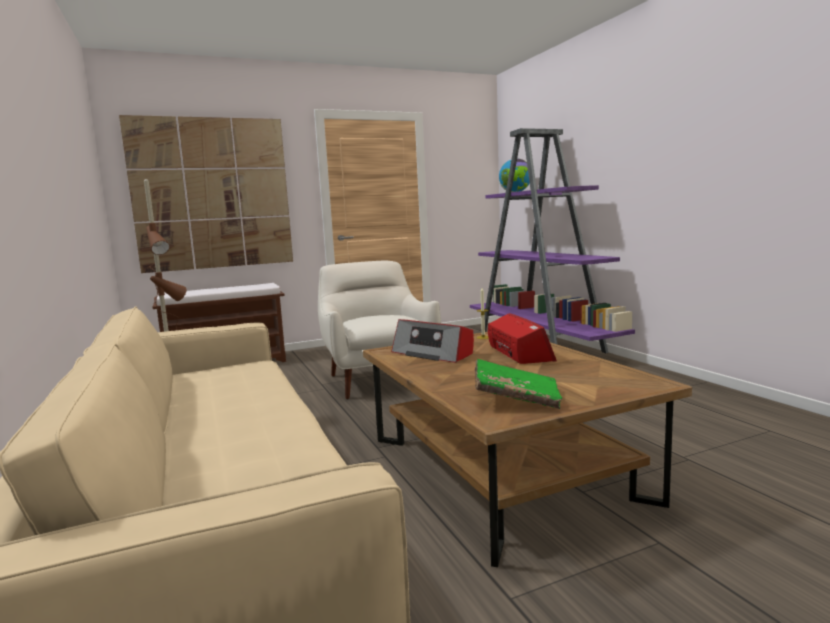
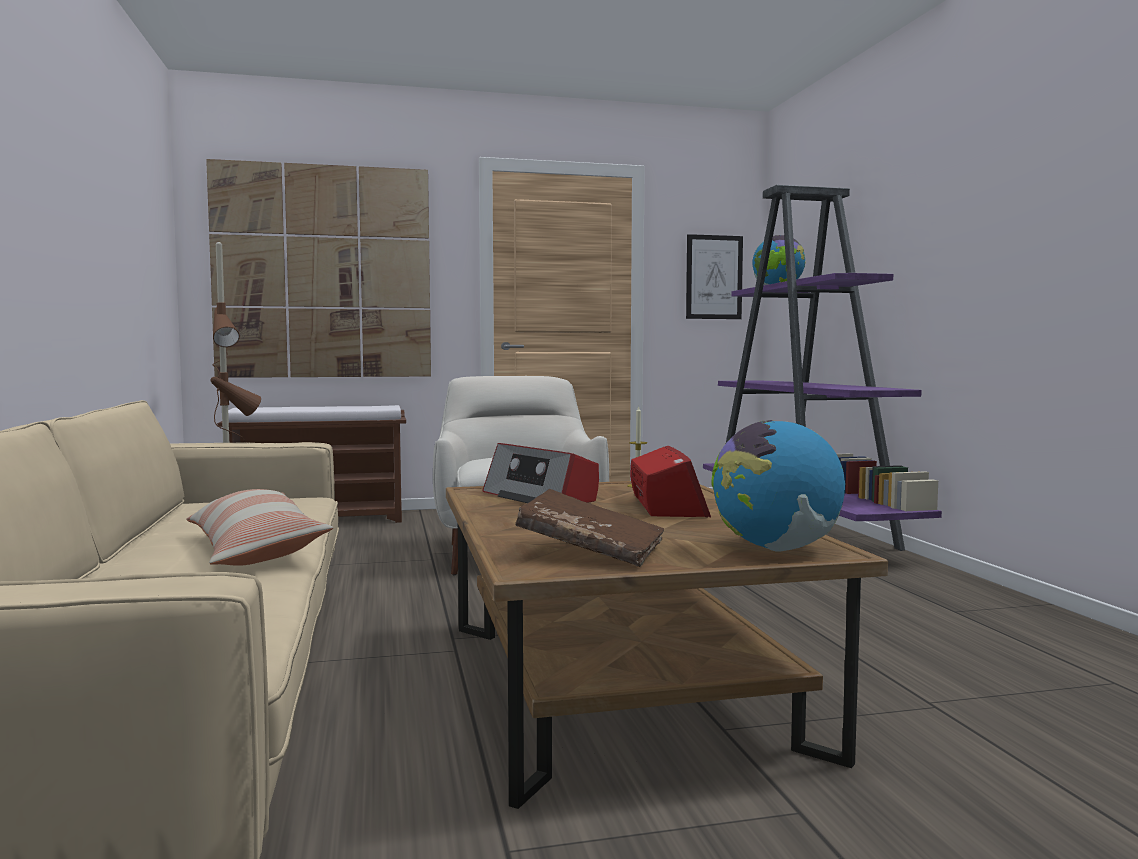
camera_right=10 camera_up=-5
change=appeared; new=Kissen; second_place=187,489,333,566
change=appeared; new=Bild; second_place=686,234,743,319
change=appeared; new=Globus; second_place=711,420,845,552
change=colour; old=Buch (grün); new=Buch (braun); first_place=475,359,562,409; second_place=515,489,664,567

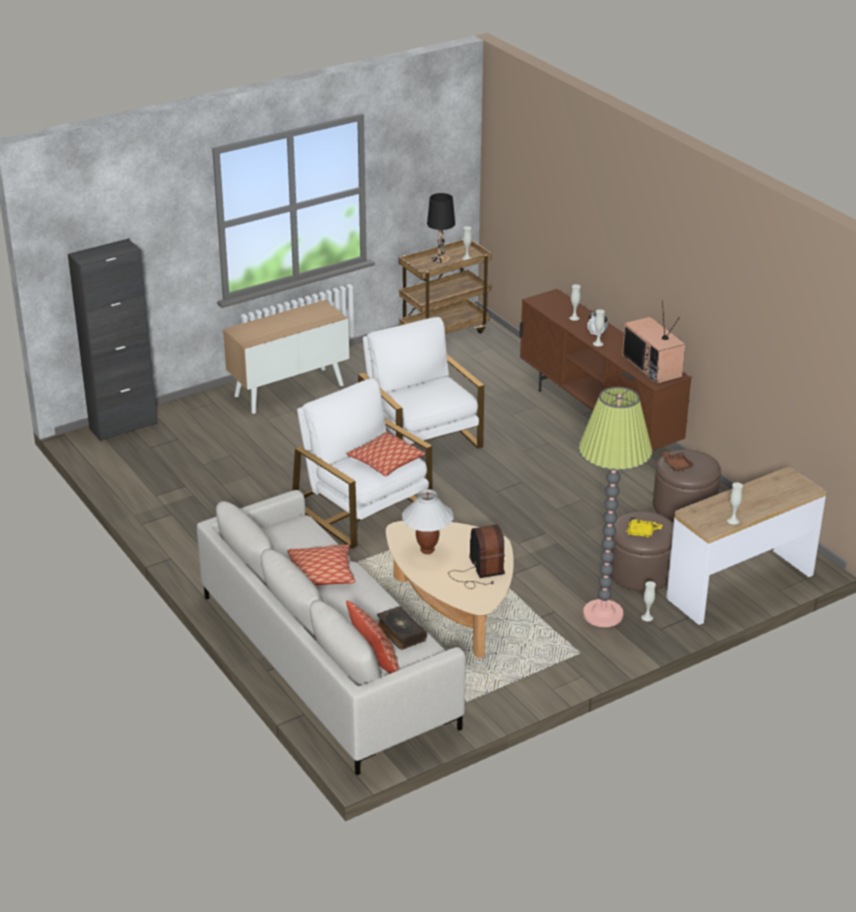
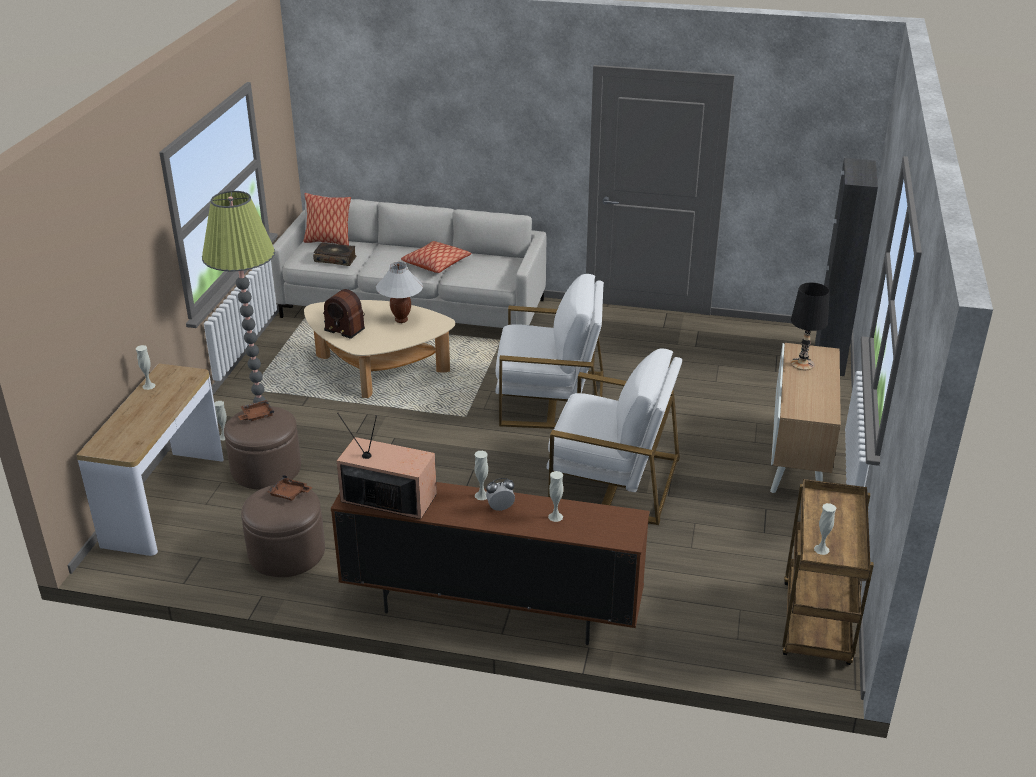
camera_right=135 camera_up=0
change=missing; old=Kissen; first_place=347,432,425,477
change=relocated; old=Tischlampe (schwarz); first_place=427,193,455,263; second_place=791,283,830,370
change=colour; old=Tablett (gelb); new=Tablett (braun); first_place=626,517,662,538; second_place=238,400,274,421

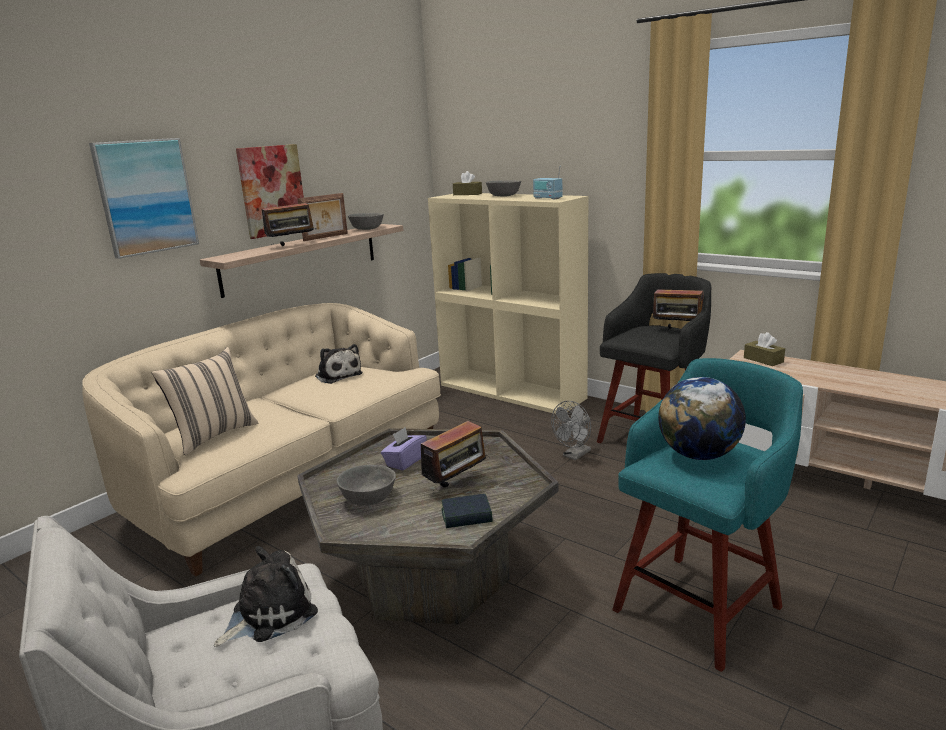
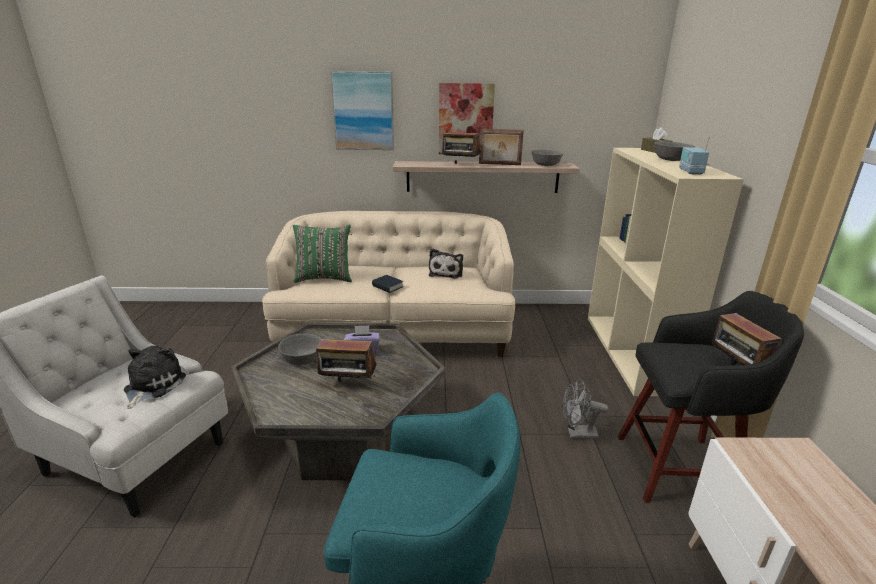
camera_right=50 camera_up=5
change=missing; old=Globus; first_place=658,377,746,460
change=missing; old=Taschentuchbox (braun); first_place=744,332,785,366
change=relocated; old=Buch; first_place=442,494,493,528; second_place=372,275,403,293
change=colour; old=Kissen (beige); new=Kissen (grün); first_place=152,347,258,455; second_place=293,224,352,283
change=spun; old=Plüschtier; first_place=214,546,318,647; second_place=124,346,186,409; degrees=-90

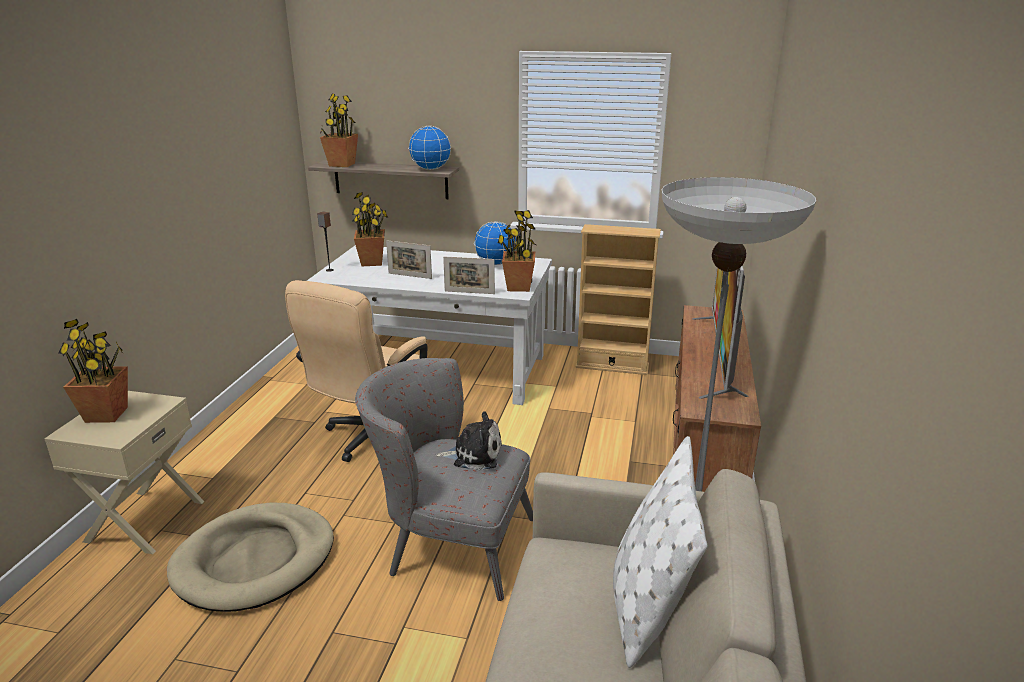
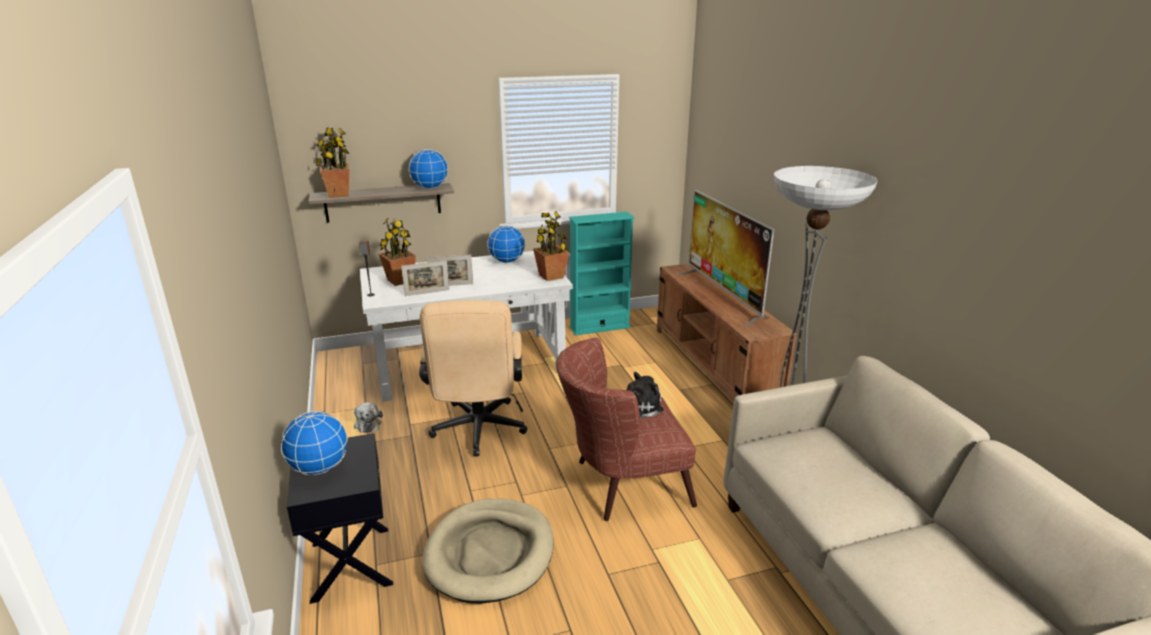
camera_right=-30 camera_up=0
change=missing; old=Kissen (weiß); first_place=613,436,707,668
change=appeared; new=Plüschtier; second_place=354,402,383,433
change=relocated; old=Bilderrahmen; first_place=443,257,495,294; second_place=401,260,449,296
change=exchanged; old=Topfpflanze; new=Globus; first_place=58,319,128,423; second_place=281,411,348,475
change=colour; old=Nachttisch (beige); new=Nachttisch (schwarz); first_place=44,391,204,554; second_place=287,433,393,604
change=colour; old=Sessel (grau); new=Sessel (braun); first_place=355,358,533,601; second_place=556,338,697,521
change=colour; old=Bücherregal (beige); new=Bücherregal (türkis); first_place=575,224,661,375; second_place=569,212,635,335

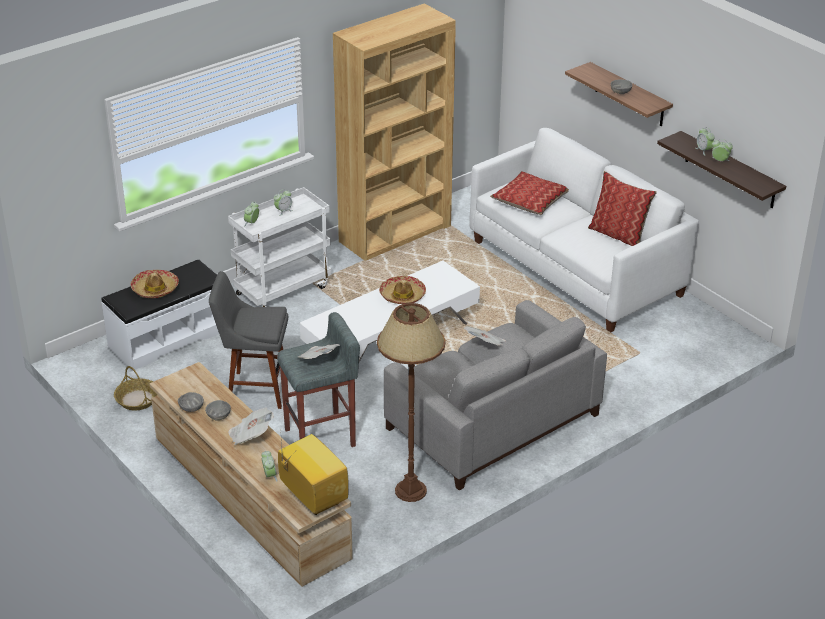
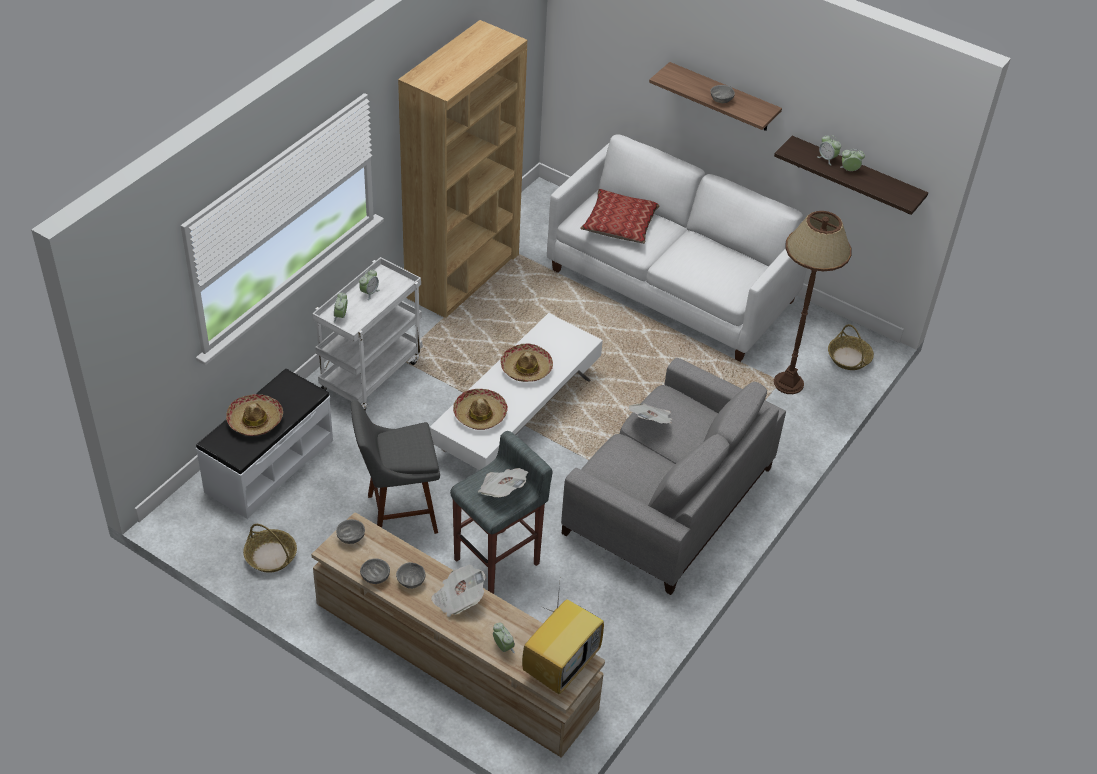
camera_right=-20 camera_up=10
change=missing; old=Kissen; first_place=588,171,657,246
change=appeared; new=Schüssel (grau); second_place=336,519,365,544
change=appeared; new=Hut; second_place=453,389,508,430
change=appeared; new=Korb; second_place=828,324,874,370
change=relocated; old=Stehlampe (braun); first_place=377,303,446,502; second_place=774,211,852,394
change=spun; old=Fernseher; first_place=278,427,349,515; second_place=522,584,604,694; degrees=90

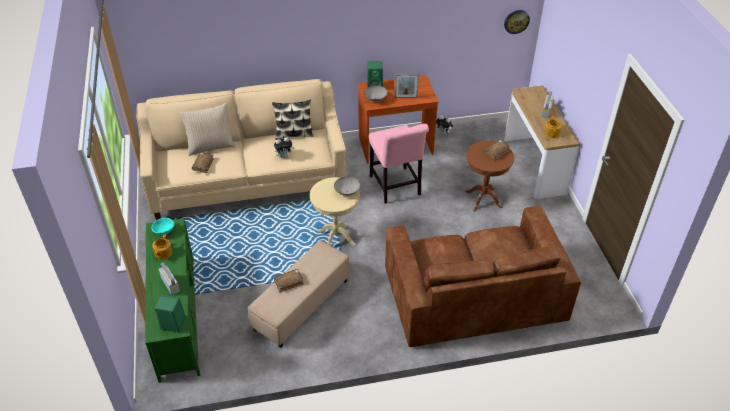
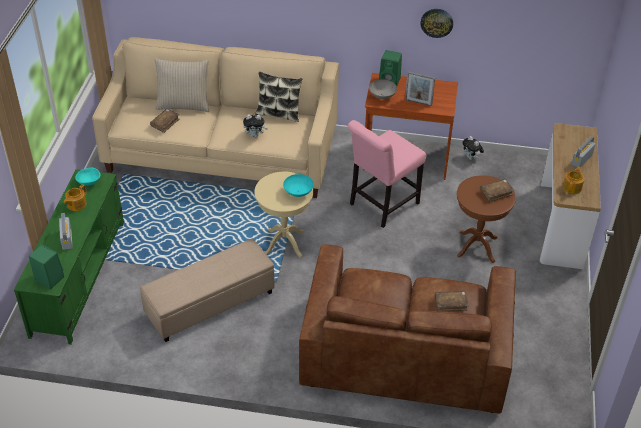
camera_right=20 camera_up=0
change=relocated; old=Buch (braun); first_place=274,269,304,292; second_place=435,291,469,312
change=relocated; old=Wanduhr; first_place=504,10,530,34; second_place=421,9,453,38
change=colour; old=Schüssel (grau); new=Schüssel (türkis); first_place=334,177,360,196; second_place=283,174,314,197
change=spun; old=Stuhl (rosa); first_place=369,124,429,204; second_place=348,120,426,228; degrees=45

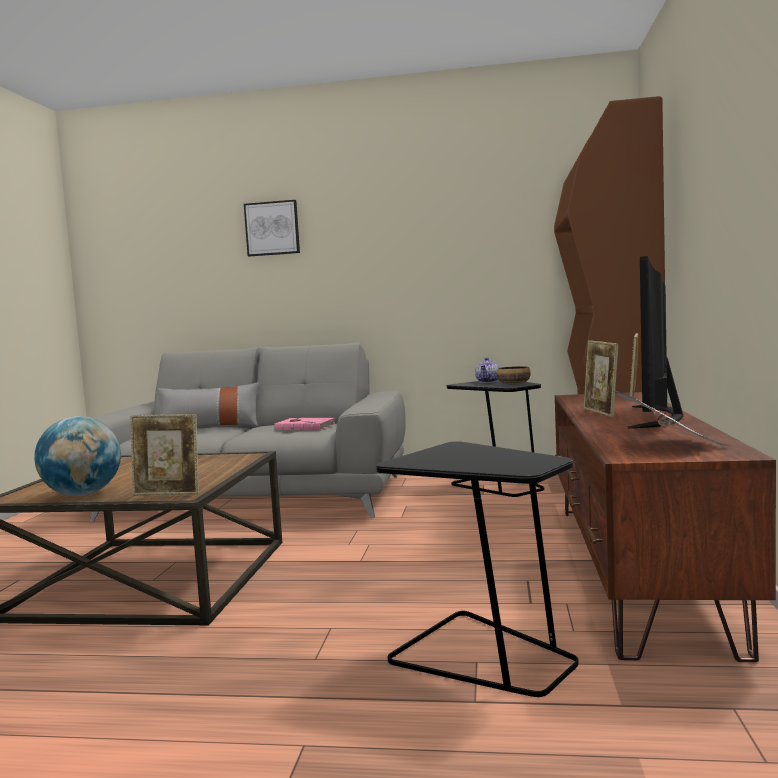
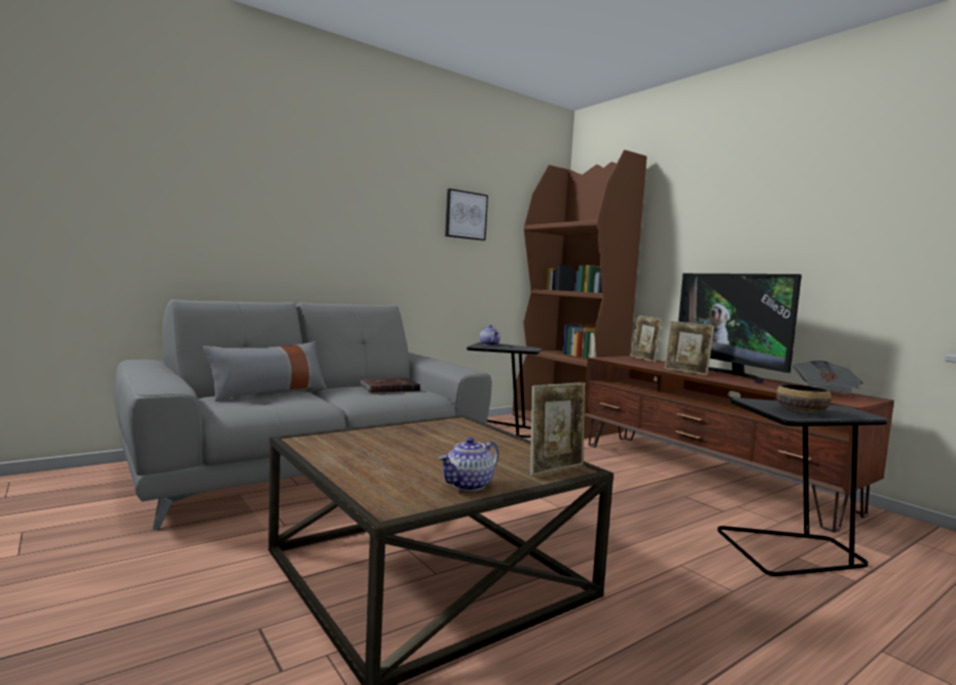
camera_right=-45 camera_up=0
change=relocated; old=Bild; first_place=244,200,300,257; second_place=445,188,488,241
change=relocated; old=Schüssel; first_place=497,366,531,385; second_place=776,384,831,413
change=exchanged; old=Globus; new=Teekanne; first_place=34,416,121,496; second_place=439,437,499,491
change=colour; old=Buch (rosa); new=Buch (braun); first_place=274,418,335,430; second_place=360,378,420,393

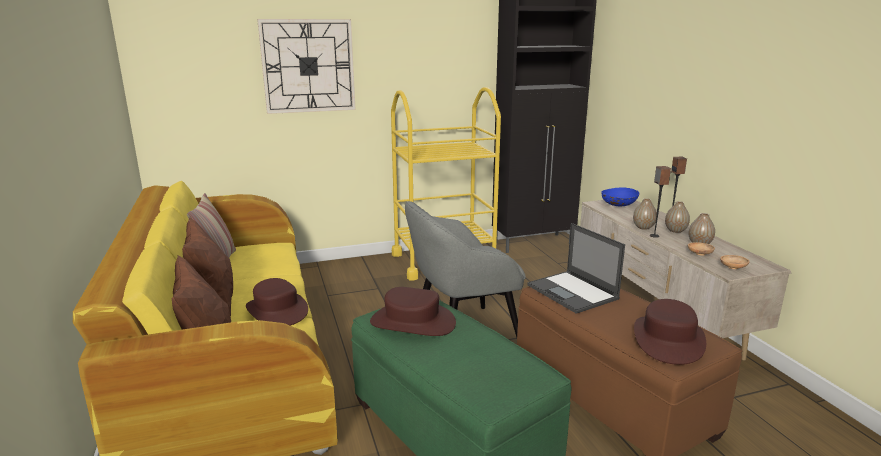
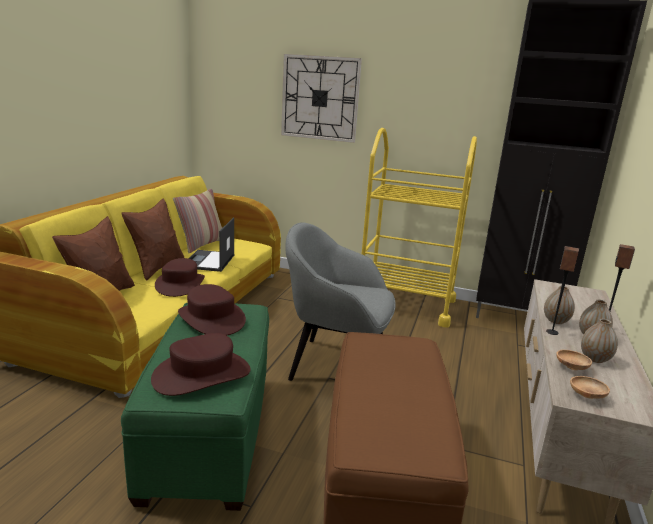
camera_right=35 camera_up=0
change=missing; old=Schüssel (blau); first_place=602,188,640,206
change=relocated; old=Laptop; first_place=527,223,625,314; second_place=189,217,235,272
change=relocated; old=Hut (braun); first_place=634,299,706,365; second_place=151,333,251,396

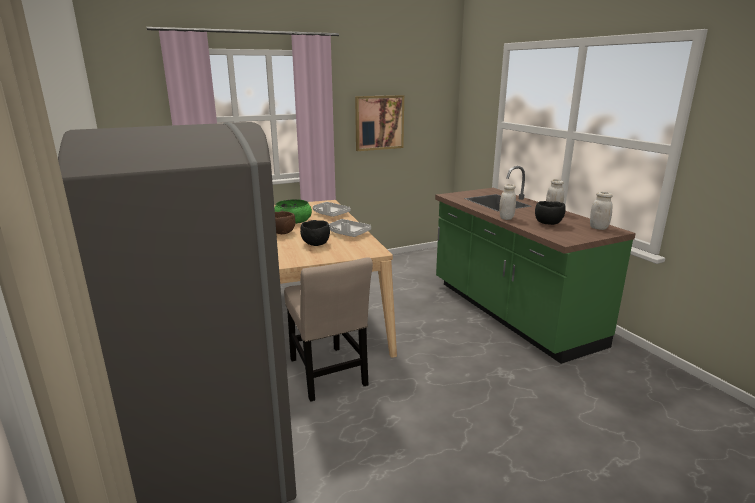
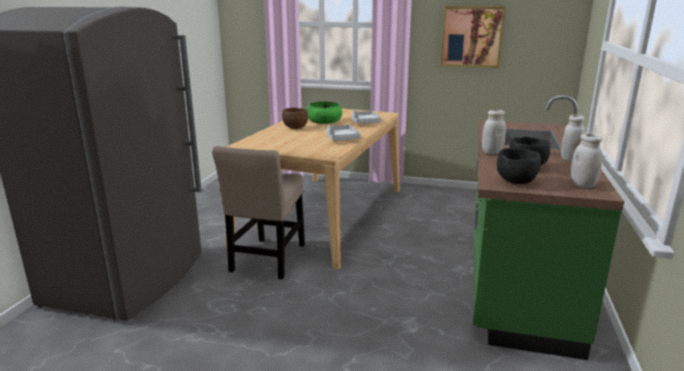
camera_right=40 camera_up=0
change=relocated; old=Schüssel (schwarz); first_place=300,220,330,246; second_place=497,148,541,184

